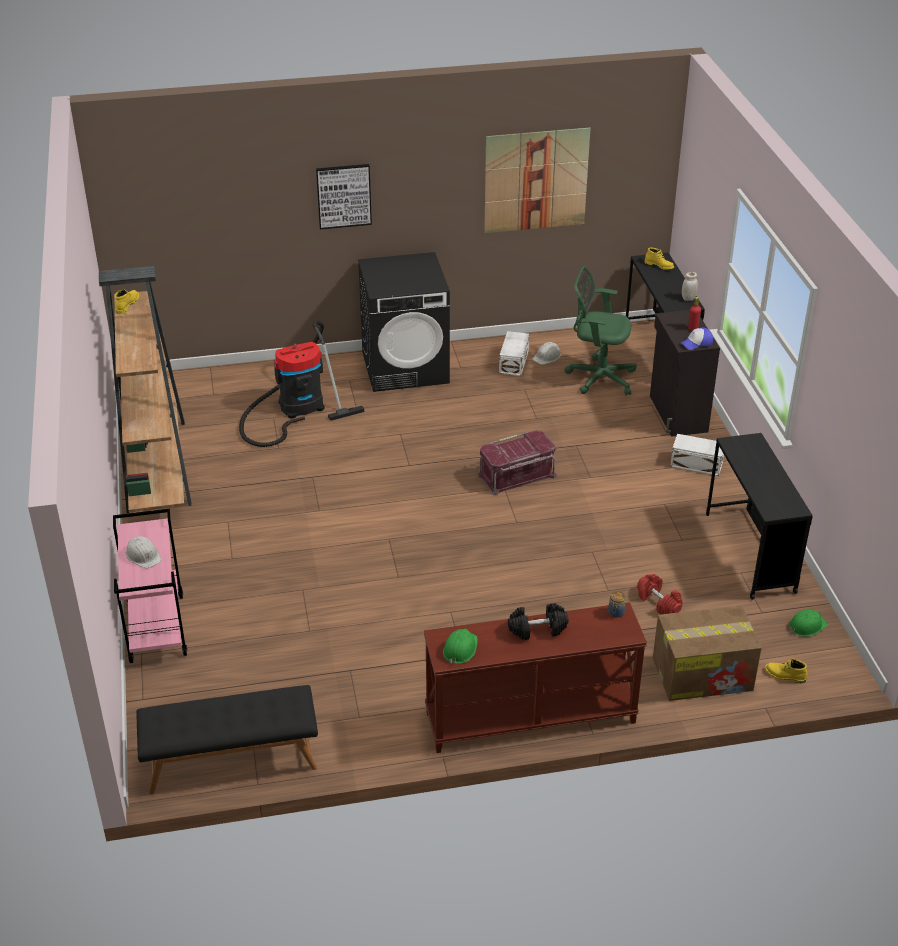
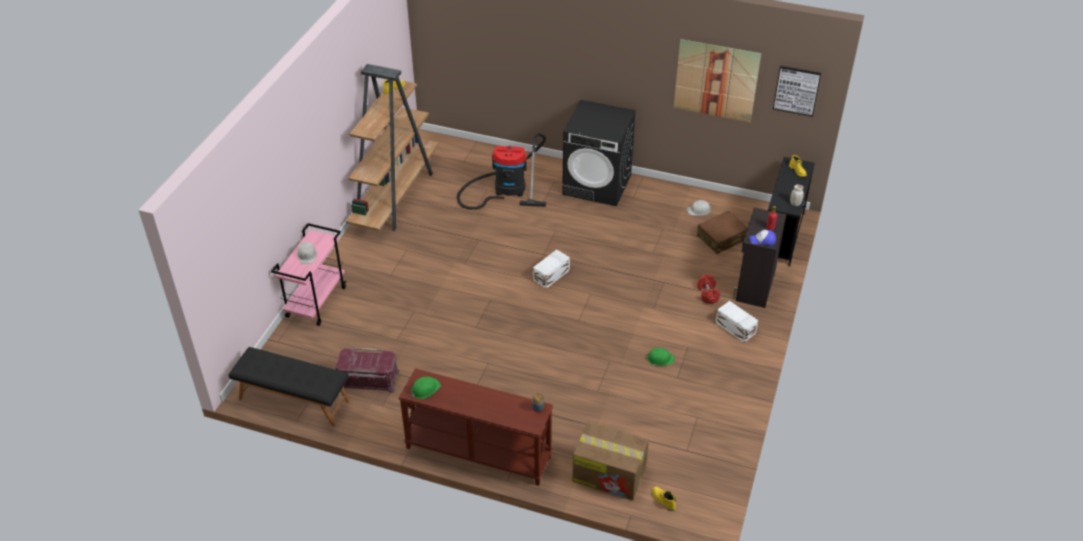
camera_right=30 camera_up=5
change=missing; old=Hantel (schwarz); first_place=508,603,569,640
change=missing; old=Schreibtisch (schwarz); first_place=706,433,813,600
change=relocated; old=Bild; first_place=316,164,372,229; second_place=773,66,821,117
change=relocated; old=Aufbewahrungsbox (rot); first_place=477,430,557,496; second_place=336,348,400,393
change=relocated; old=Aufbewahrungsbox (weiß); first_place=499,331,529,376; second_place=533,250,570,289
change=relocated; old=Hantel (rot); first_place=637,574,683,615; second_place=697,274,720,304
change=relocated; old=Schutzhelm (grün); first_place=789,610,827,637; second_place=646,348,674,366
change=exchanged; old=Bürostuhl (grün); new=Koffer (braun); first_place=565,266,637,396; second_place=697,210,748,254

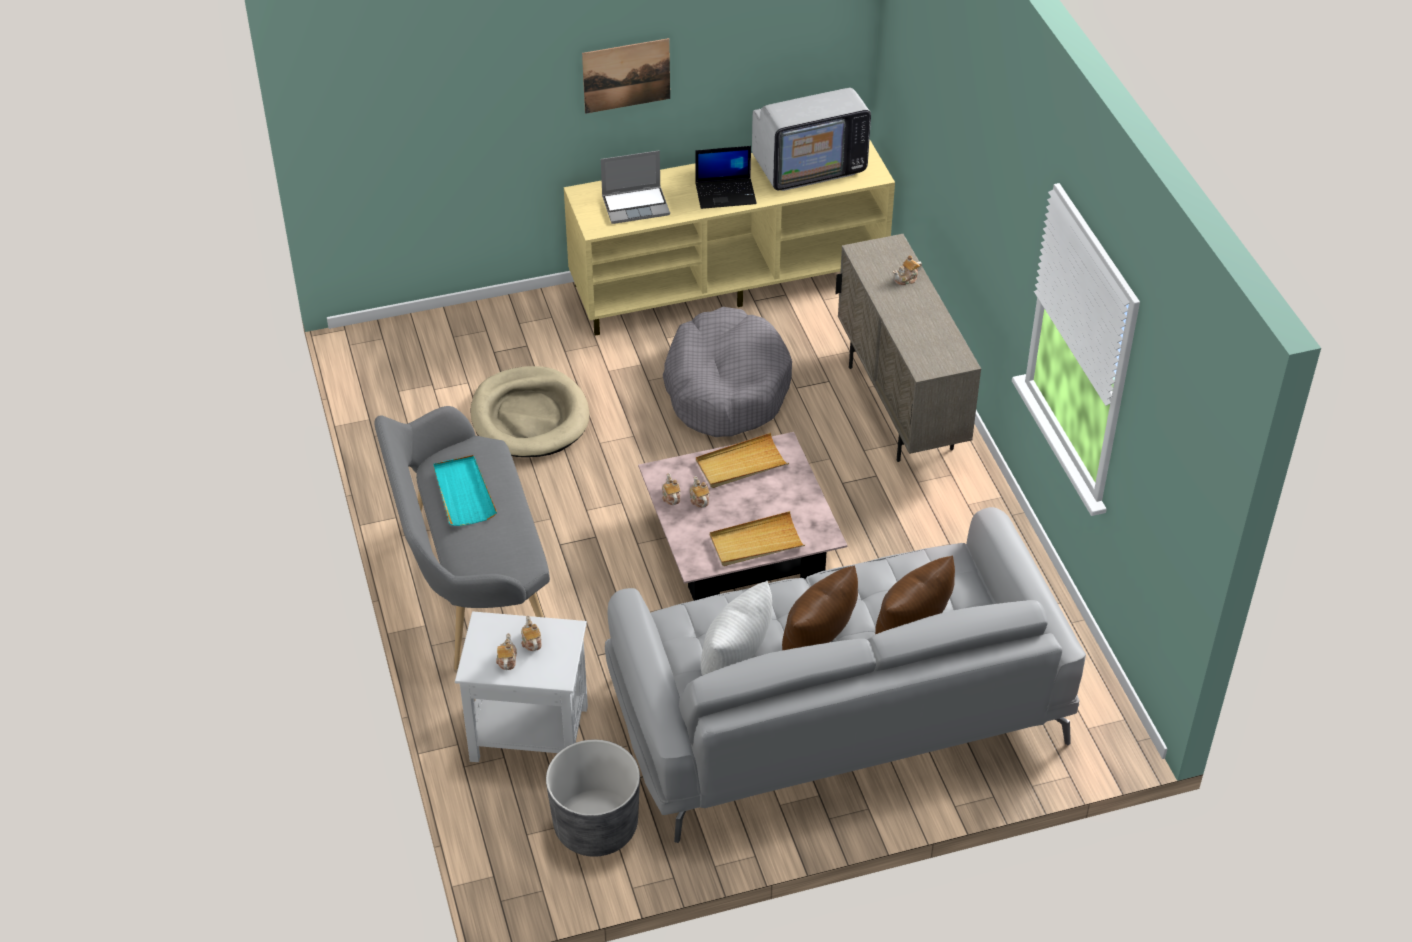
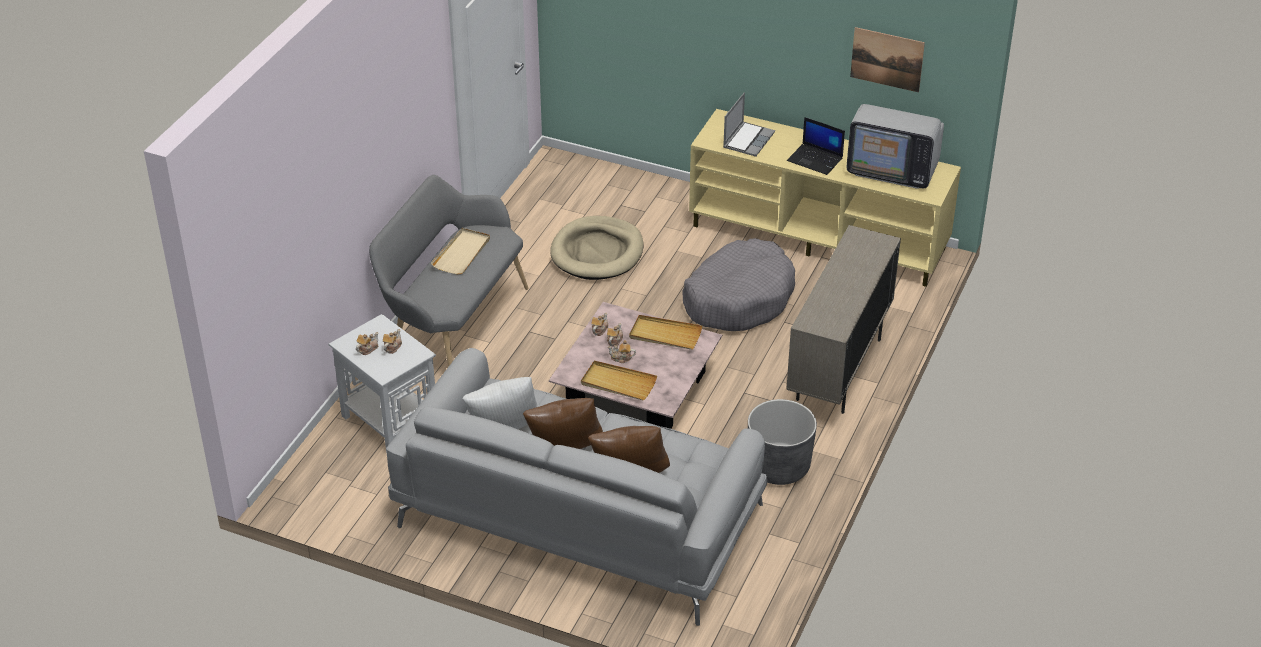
camera_right=40 camera_up=-5
change=relocated; old=Pflanzkübel (grau); first_place=546,740,640,857; second_place=748,399,817,485
change=relocated; old=Bild; first_place=582,38,670,114; second_place=850,27,925,93
change=relocated; old=Teekanne; first_place=893,255,922,285; second_place=608,340,636,363
change=colour; old=Tablett (türkis); new=Tablett (beige); first_place=433,455,497,526; second_place=431,228,490,274
change=spun; old=Laptop; first_place=601,150,670,224; second_place=723,92,775,157; degrees=-90

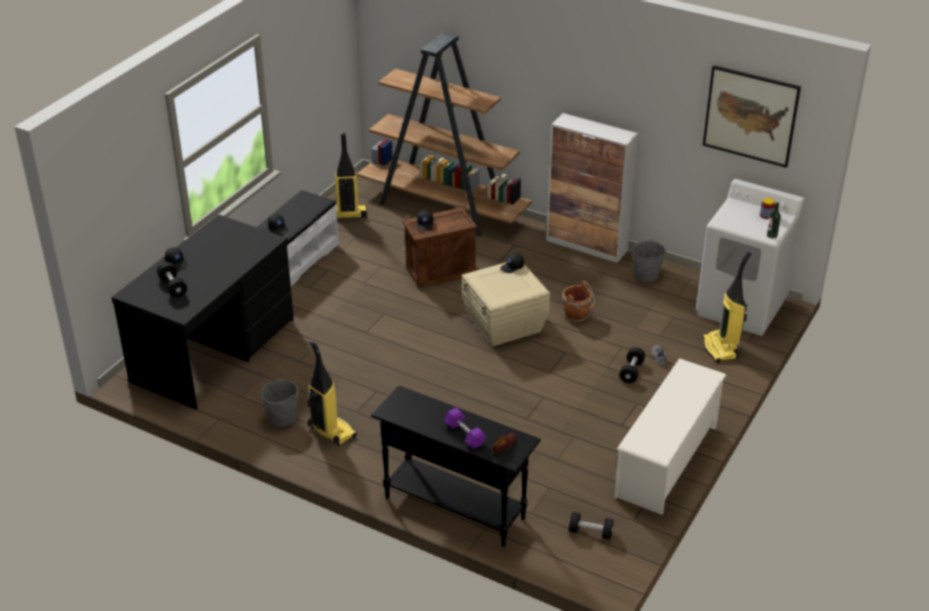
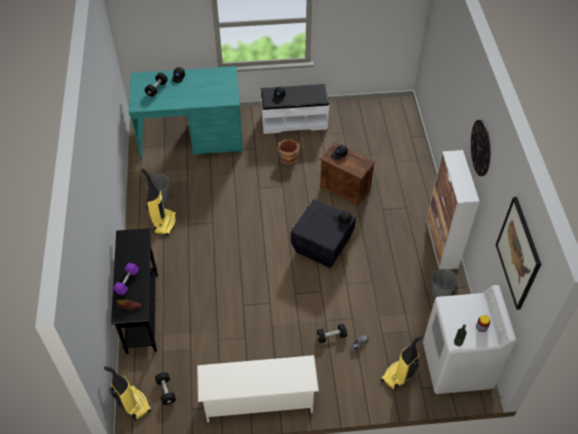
camera_right=55 camera_up=15
change=missing; old=Bücherregal (braun); first_place=357,32,532,237
change=appeared; new=Wanduhr; second_place=471,120,490,176
change=relocated; old=Staubsauger; first_place=336,132,367,219; second_place=104,366,152,421
change=relocated; old=Eimer (braun); first_place=562,281,595,323; second_place=278,139,300,164
change=colour; old=Schreibtisch (schwarz); new=Schreibtisch (türkis); first_place=111,214,294,410; second_place=129,66,243,160
change=colour; old=Aufbewahrungsbox (beige); new=Aufbewahrungsbox (schwarz); first_place=462,262,550,346; second_place=291,199,356,268

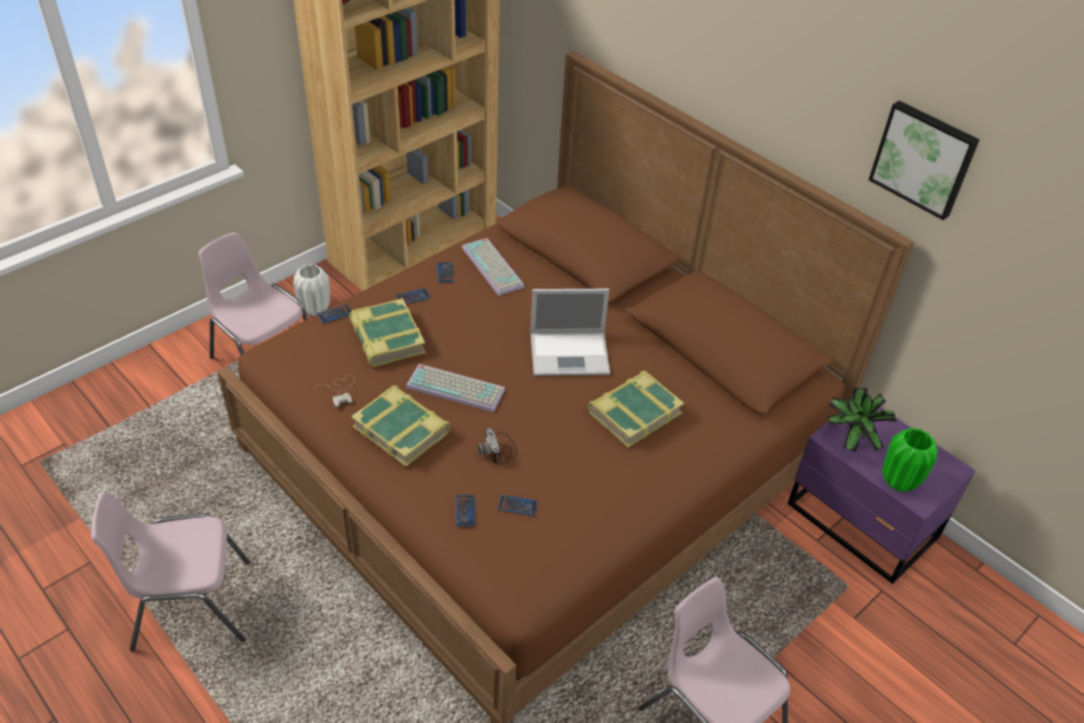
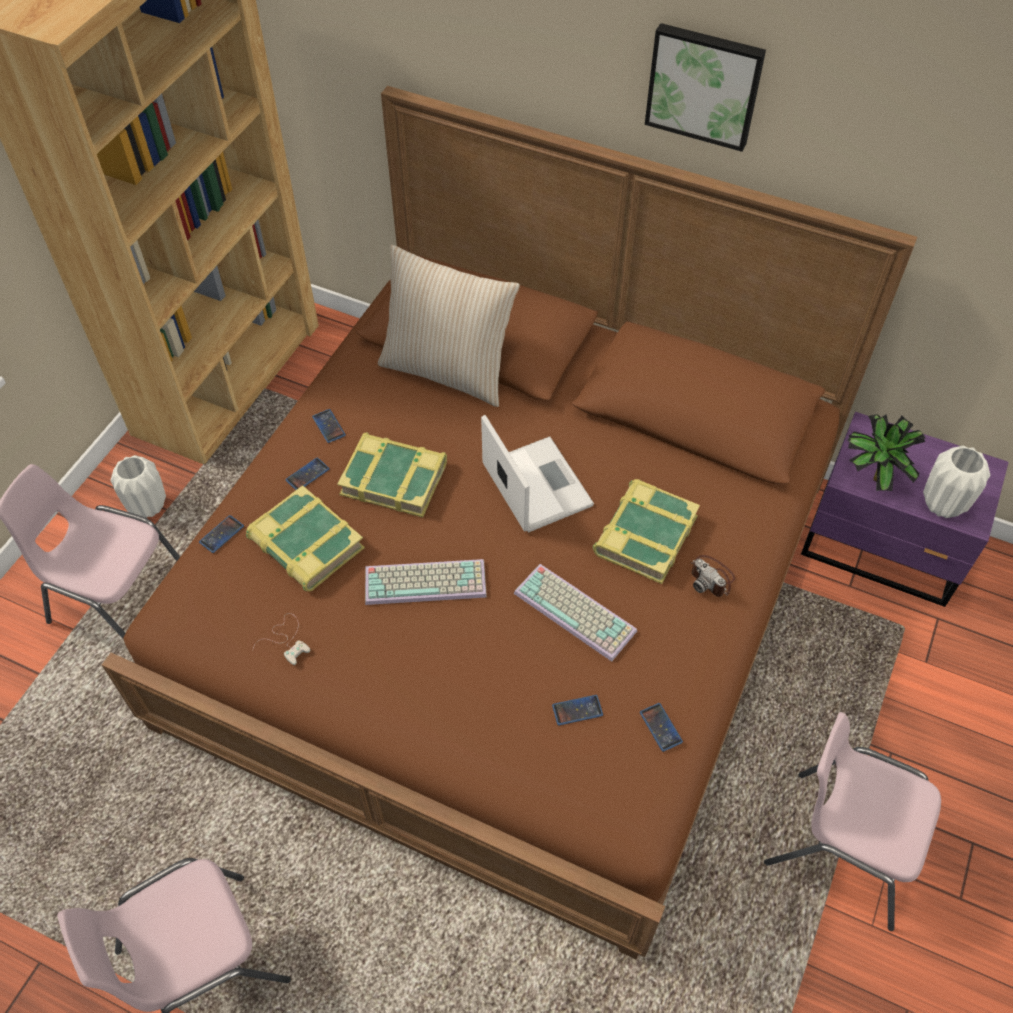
camera_right=-20 camera_up=10
change=appeared; new=Kissen (beige); second_place=378,245,520,407
change=relocated; old=Buch; first_place=351,385,450,467; second_place=338,432,447,517
change=relocated; old=Handy; first_place=455,495,475,526; second_place=640,703,683,752
change=relocated; old=Tastatur; first_place=462,238,525,296; second_place=514,564,637,662
change=relocated; old=Kamera; first_place=478,428,517,464; second_place=690,555,735,597
change=relocated; old=Bild; first_place=869,101,979,220; second_place=645,23,766,152
change=colour; old=Vase (grün); new=Vase (weiß); first_place=882,428,938,492; second_place=923,446,990,518
change=spun; old=Laptop; first_place=531,289,610,376; second_place=481,415,594,533; degrees=-90

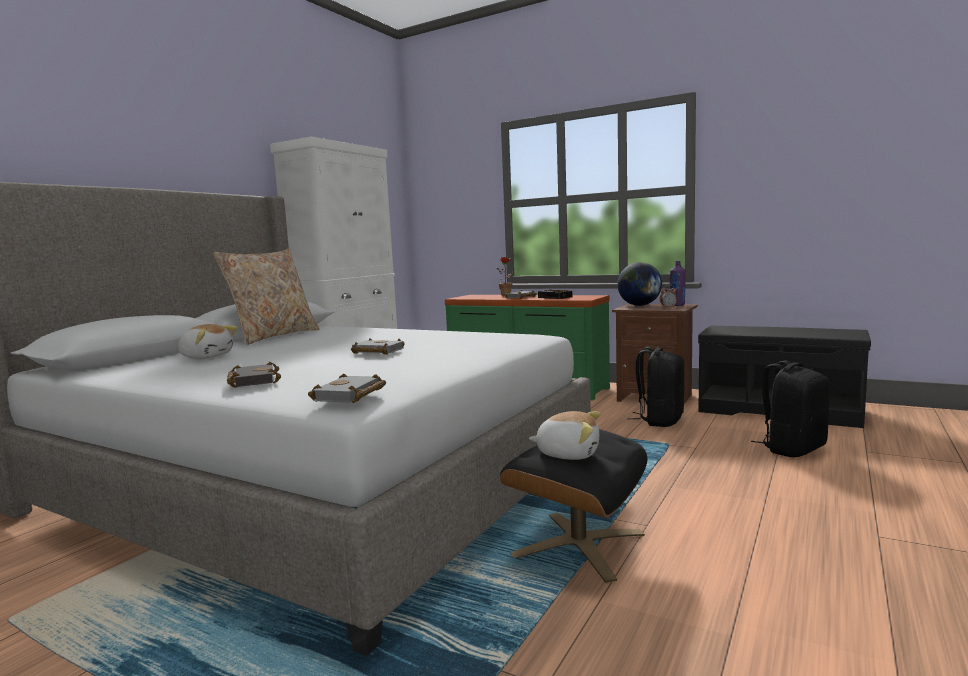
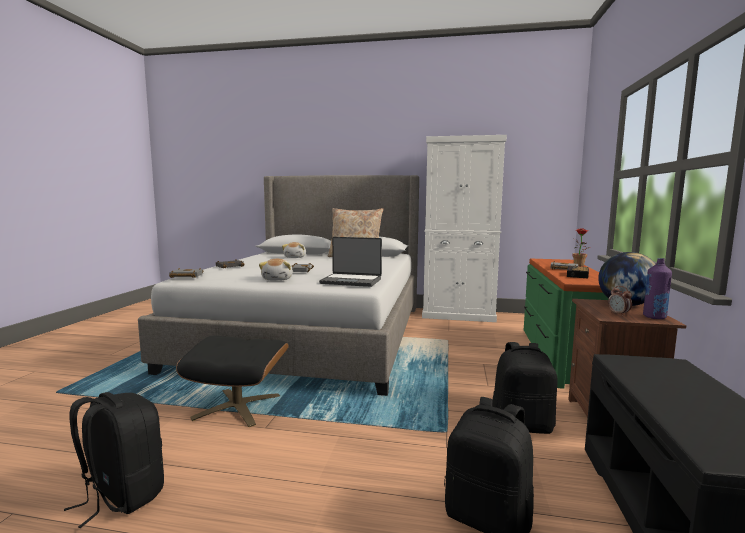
camera_right=70 camera_up=0
change=appeared; new=Rucksack (schwarz); second_place=64,392,164,528
change=appeared; new=Laptop; second_place=319,237,382,287
change=relocated; old=Plüschtier; first_place=529,411,601,460; second_place=259,259,293,281

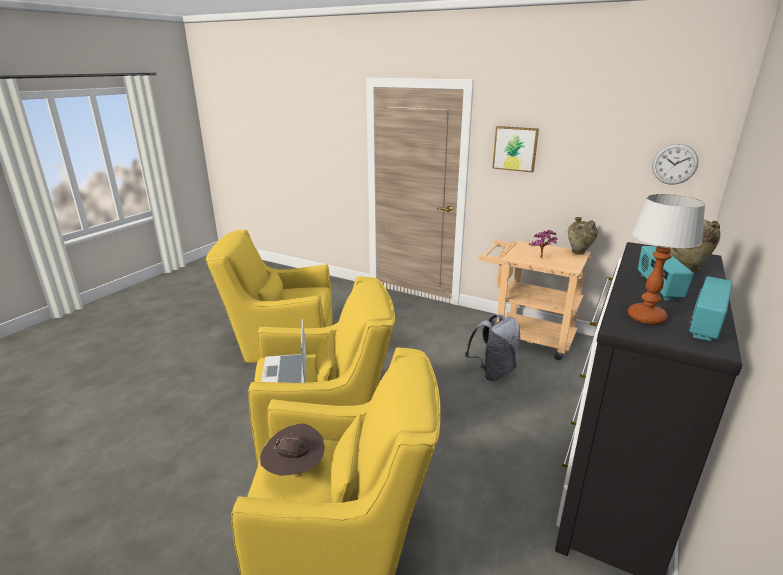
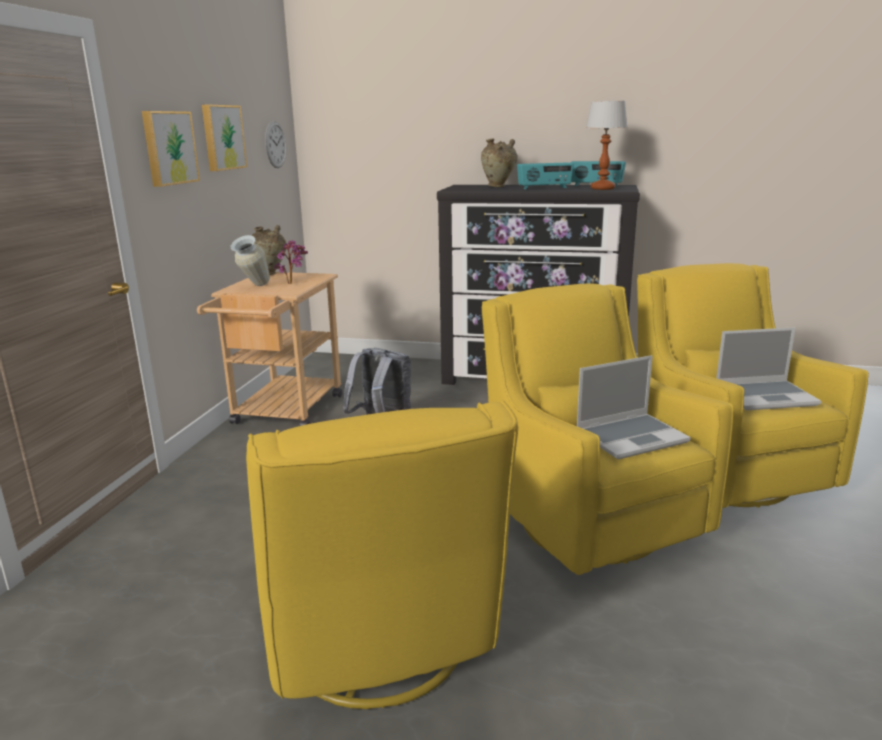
camera_right=-105 camera_up=-5
change=appeared; new=Bild; second_place=202,104,247,171
change=appeared; new=Vase; second_place=231,235,270,286
change=exchanged; old=Hut (braun); new=Laptop; first_place=260,423,325,476; second_place=716,327,821,411

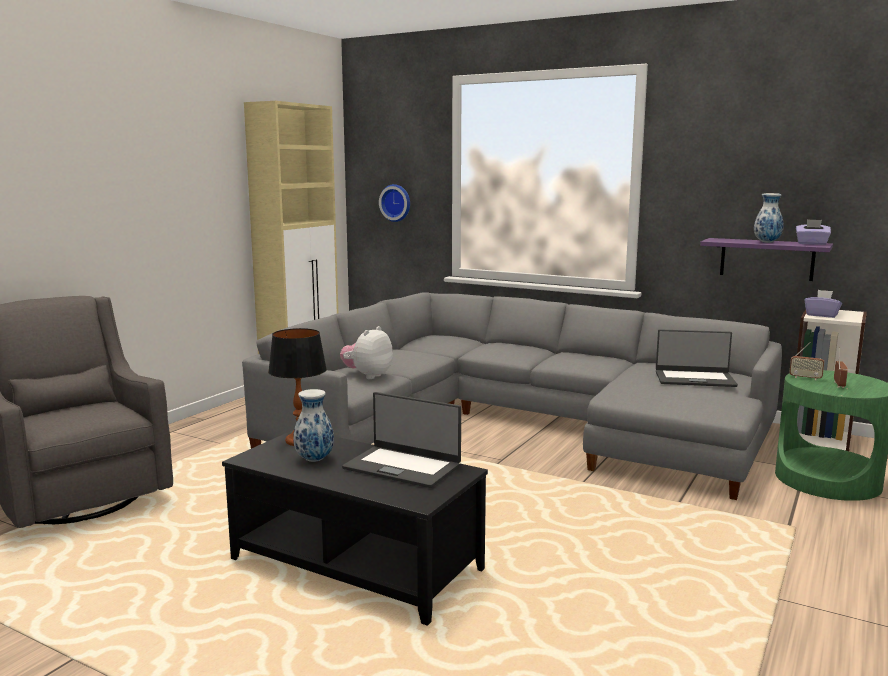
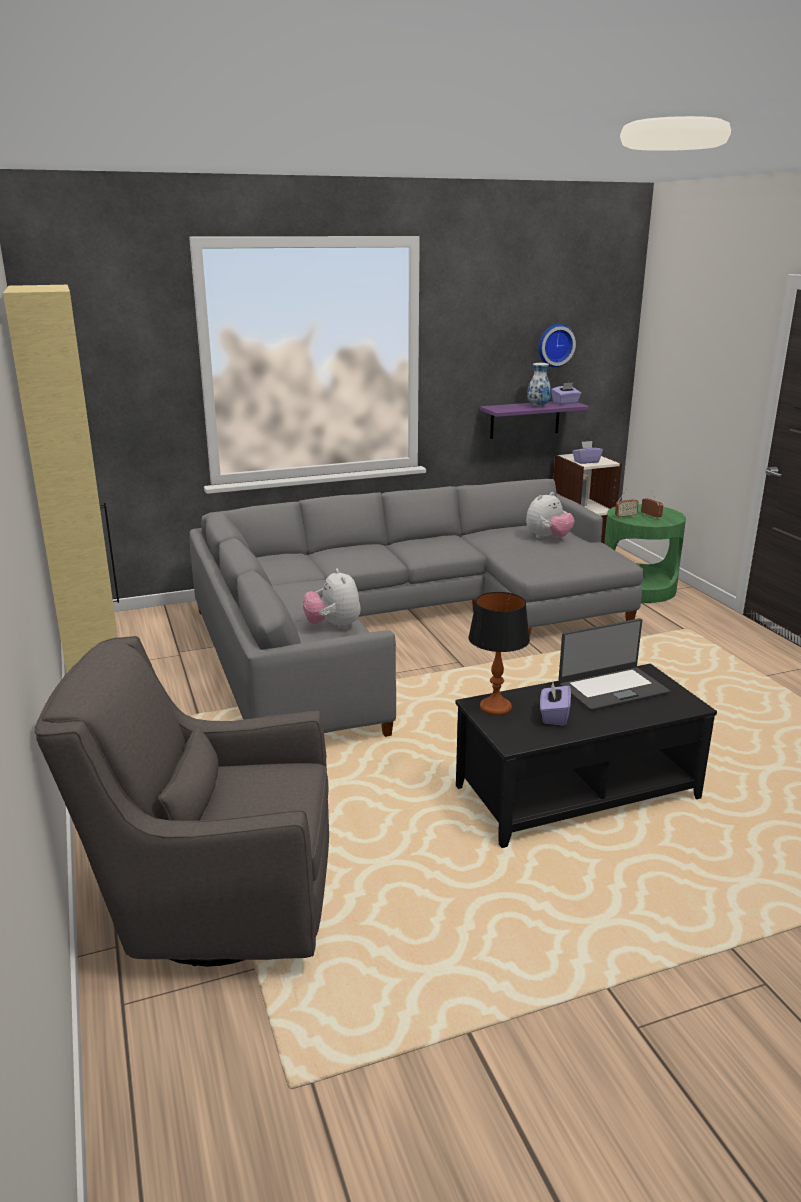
camera_right=-50 camera_up=10
change=relocated; old=Wanduhr; first_place=379,184,410,222; second_place=538,324,576,367
change=exchanged; old=Vase; new=Taschentuchbox (lila); first_place=293,389,334,462; second_place=540,681,571,726
change=exchanged; old=Laptop; new=Plüschtier; first_place=656,329,738,387; second_place=526,492,575,539

